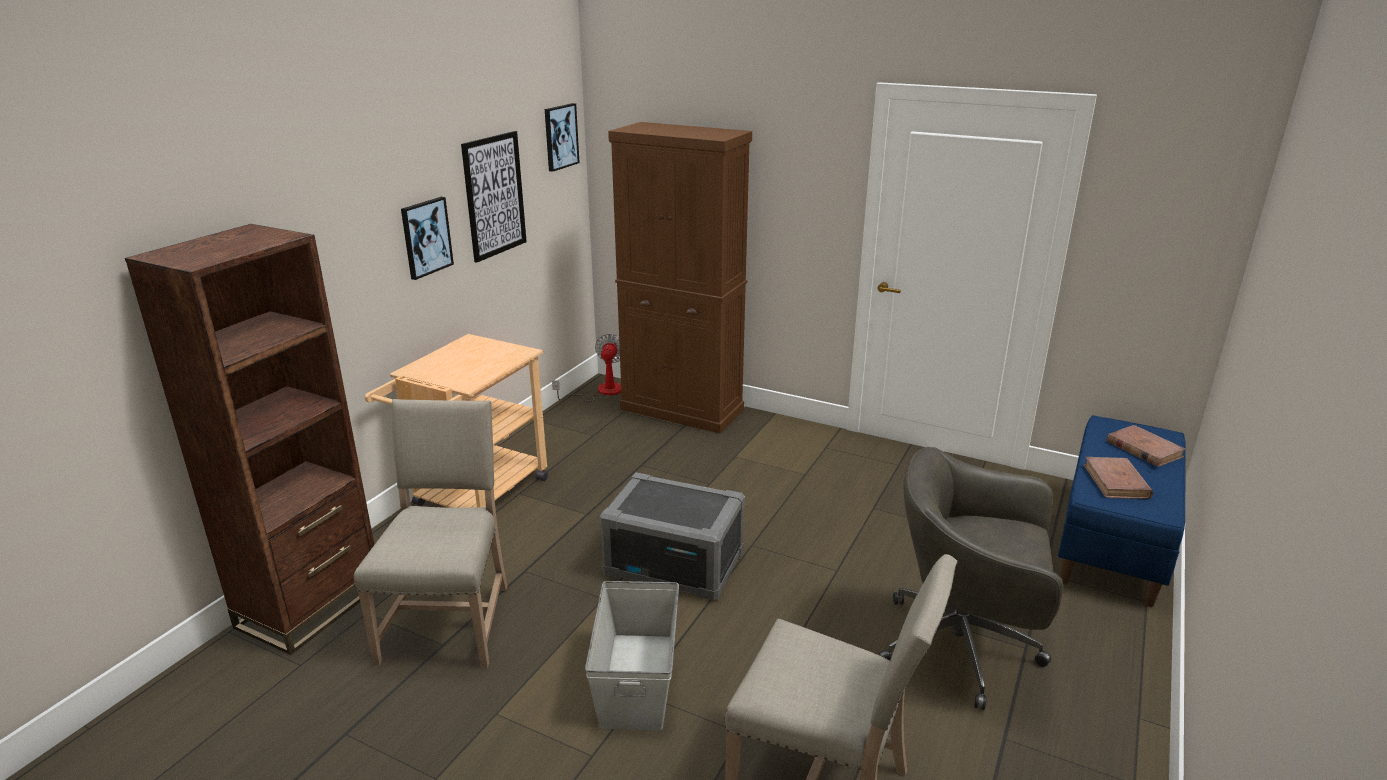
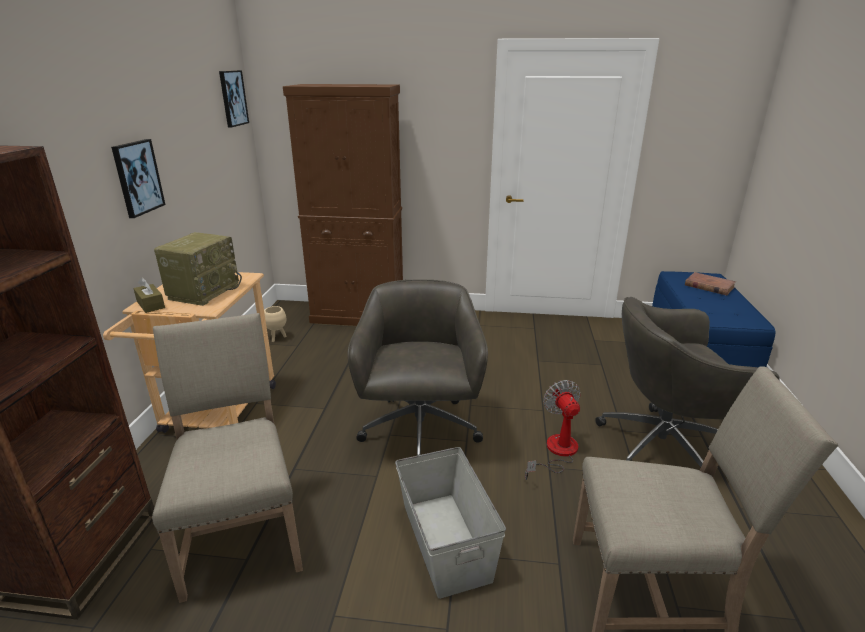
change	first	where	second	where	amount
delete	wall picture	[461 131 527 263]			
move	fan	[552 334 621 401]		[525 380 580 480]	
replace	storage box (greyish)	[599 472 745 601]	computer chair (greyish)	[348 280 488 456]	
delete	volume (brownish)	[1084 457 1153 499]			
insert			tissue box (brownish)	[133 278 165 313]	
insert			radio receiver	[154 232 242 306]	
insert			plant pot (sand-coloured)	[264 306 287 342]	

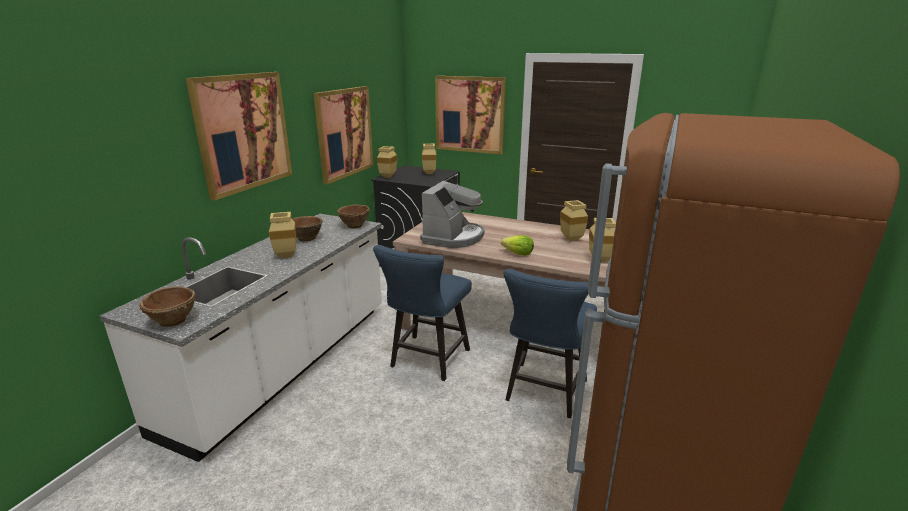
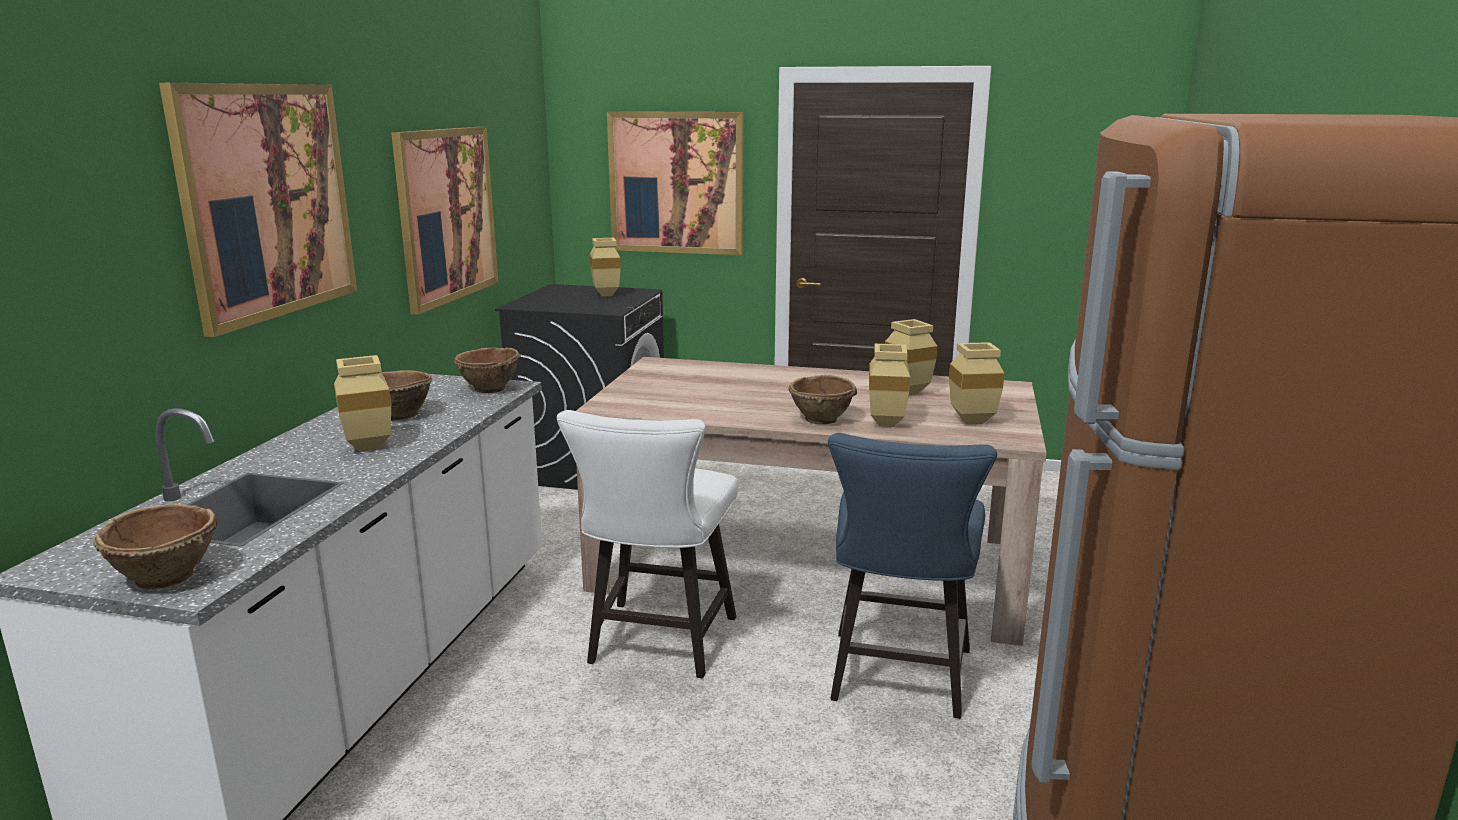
change	first	where	second	where	amount
recolor	chair (blue)	[373 245 472 381]	chair (white-coloured)	[557 410 738 678]	
move	flower vase (sand-coloured)	[377 146 397 178]		[869 344 910 427]	
delete	coffee machine	[420 181 485 248]			
replace	lettuce head	[501 235 534 256]	bowl (brownish)	[788 375 857 424]	

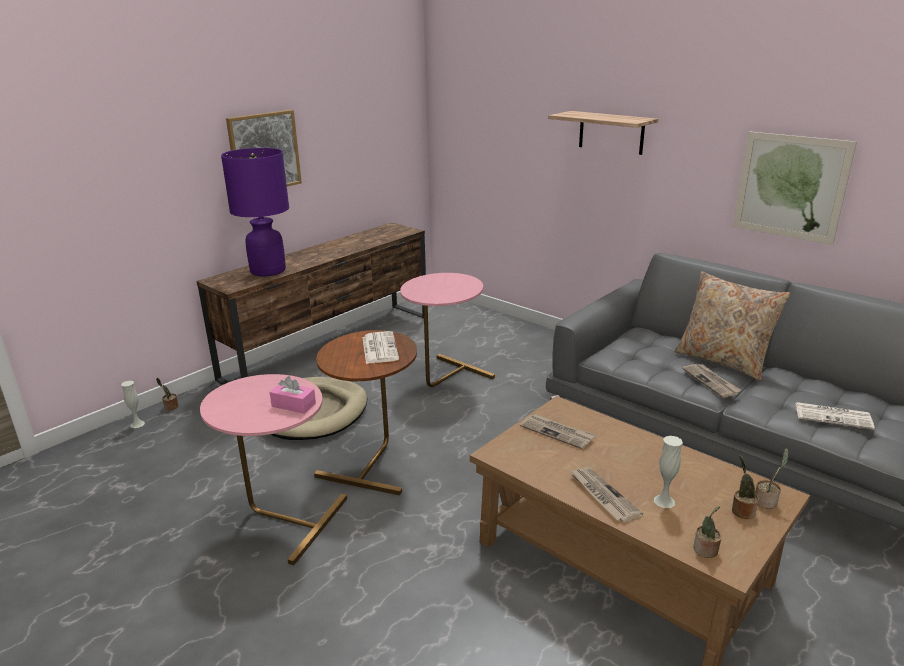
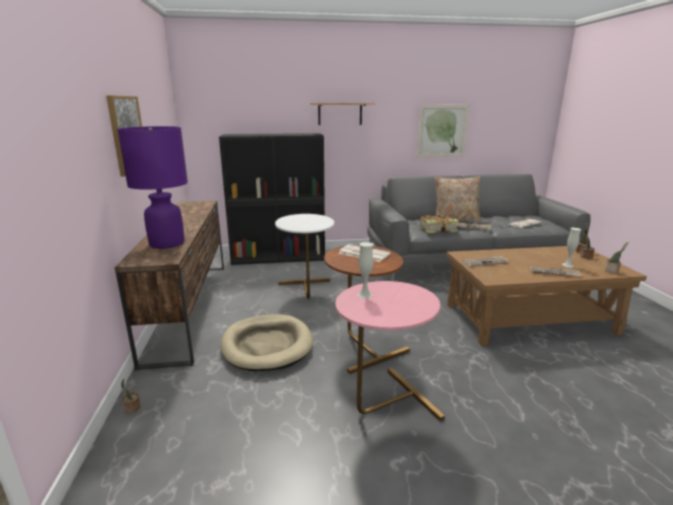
change	first	where	second	where	amount
move	flower vase (white-coloured)	[121 381 145 428]		[357 242 373 298]	
delete	tissue box (pinkish)	[270 376 316 414]			
recolor	accent table (pinkish)	[400 273 495 387]	accent table (white-coloured)	[275 214 334 298]	
insert			bookcase (blackish)	[219 133 325 265]	
insert			volume	[420 214 459 233]	

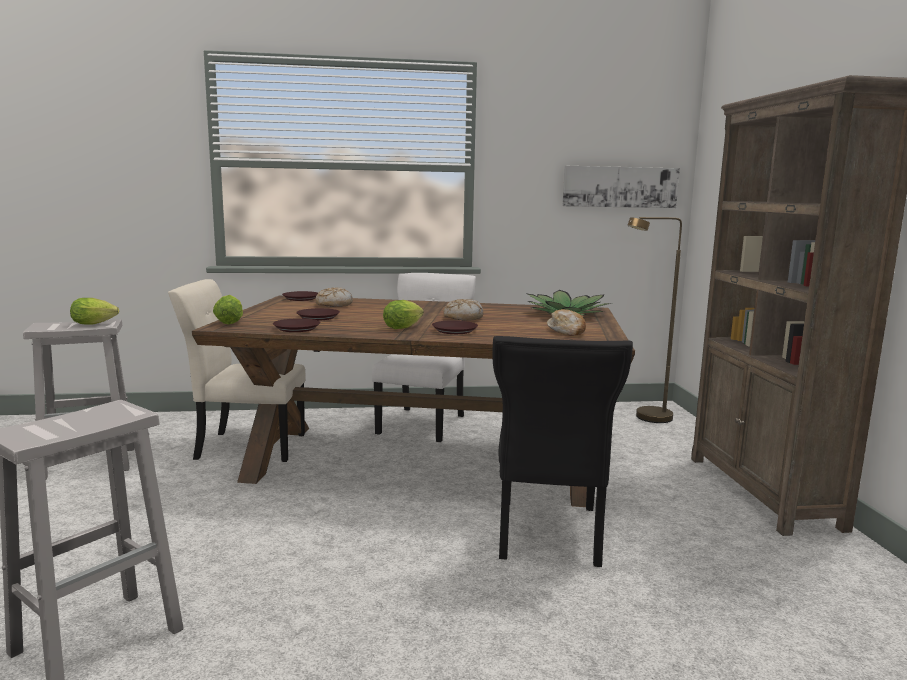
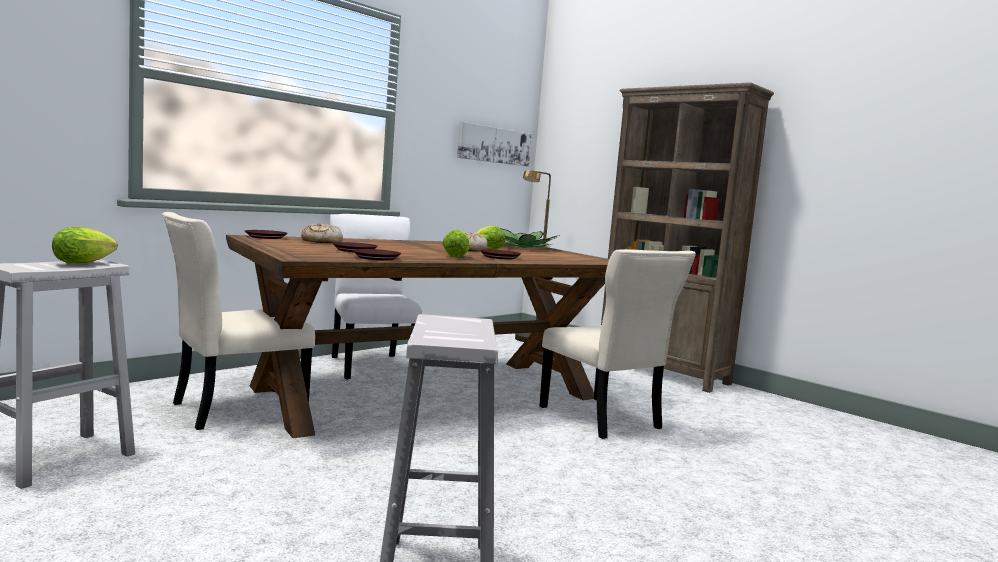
change	first	where	second	where	amount
move	lettuce head	[213 295 243 325]		[476 226 505 250]	
recolor	chair (blackish)	[492 336 633 567]	chair (sand-coloured)	[540 249 696 439]	
delete	bakery bread	[547 309 586 336]			

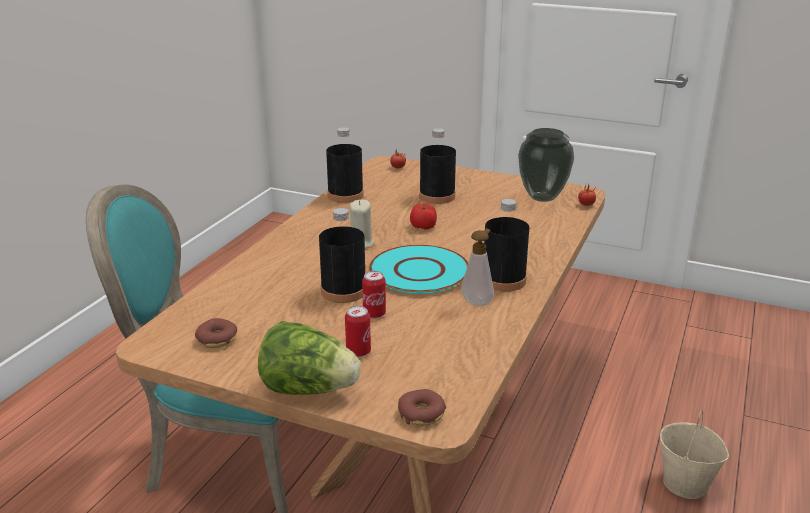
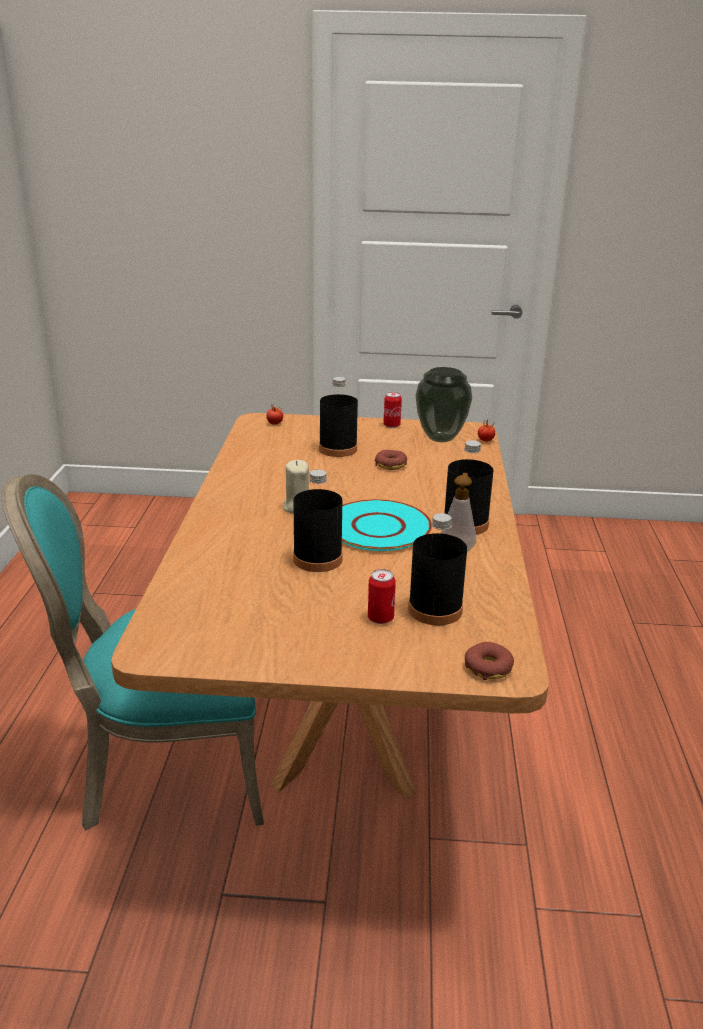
change	first	where	second	where	amount
move	ring doughnut	[195 318 237 348]		[375 450 407 470]	
delete	lettuce head	[258 321 361 395]			
move	bottle (blackish)	[326 127 364 203]		[408 513 467 625]	
move	can	[362 271 386 318]		[383 392 402 428]	
delete	tomato	[410 203 437 230]			
delete	pail (sand-coloured)	[660 411 729 499]			

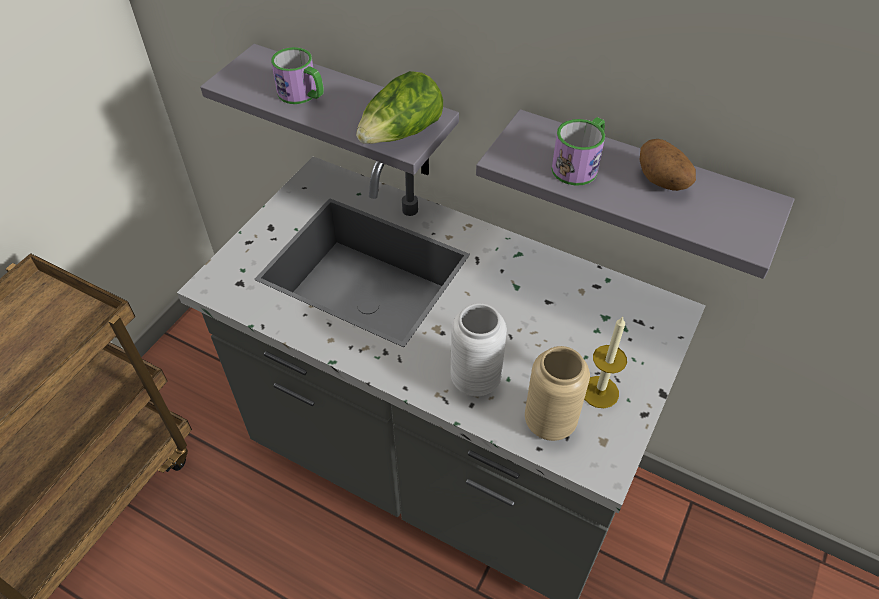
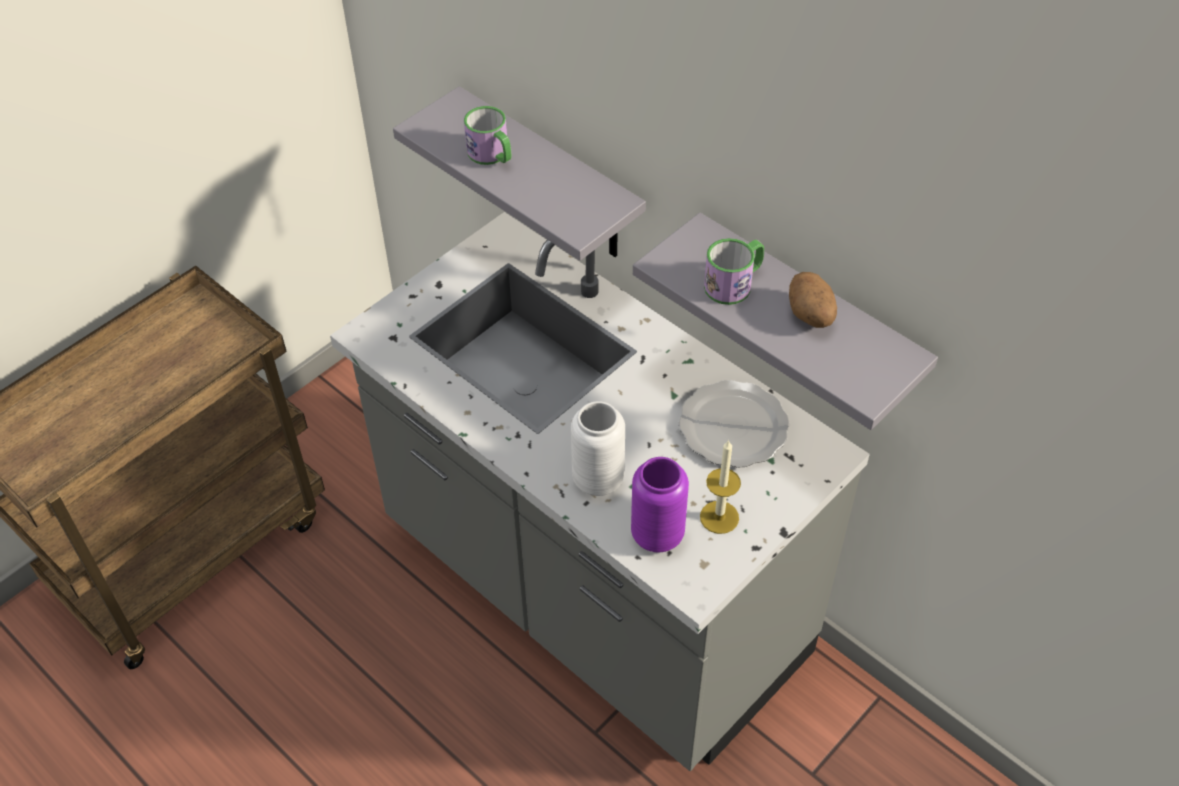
change	first	where	second	where	amount
delete	lettuce head	[356 71 443 144]			
recolor	flower vase (sand-coloured)	[525 346 590 441]	flower vase (purplish)	[631 457 689 553]	
insert			plate	[679 380 789 468]	

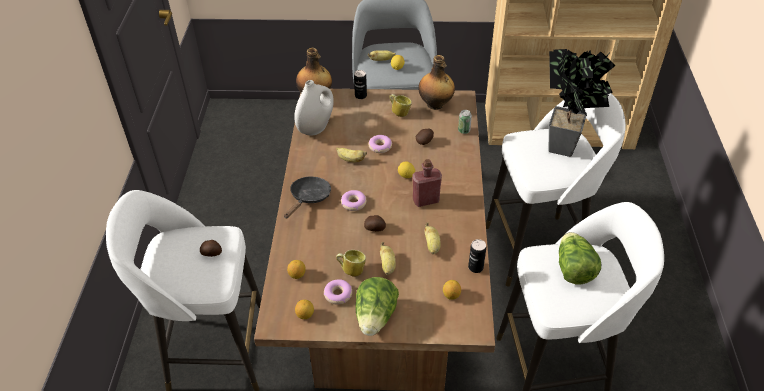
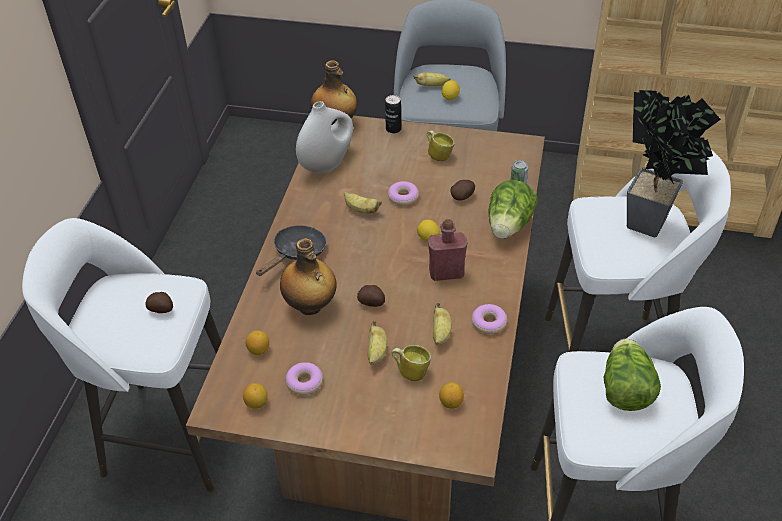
change	first	where	second	where	amount
move	tea mug	[336 250 366 277]		[392 345 431 381]	
move	ring doughnut	[341 190 366 211]		[472 304 507 334]	
move	lettuce head	[355 277 399 336]		[489 180 537 239]	
move	bottle	[418 55 455 110]		[280 238 337 315]	
delete	can	[468 239 486 273]			

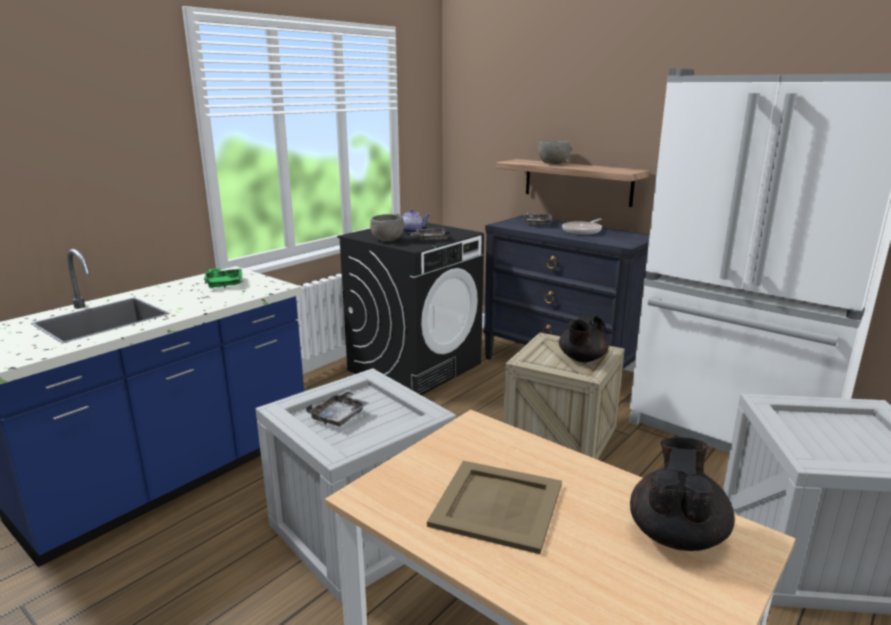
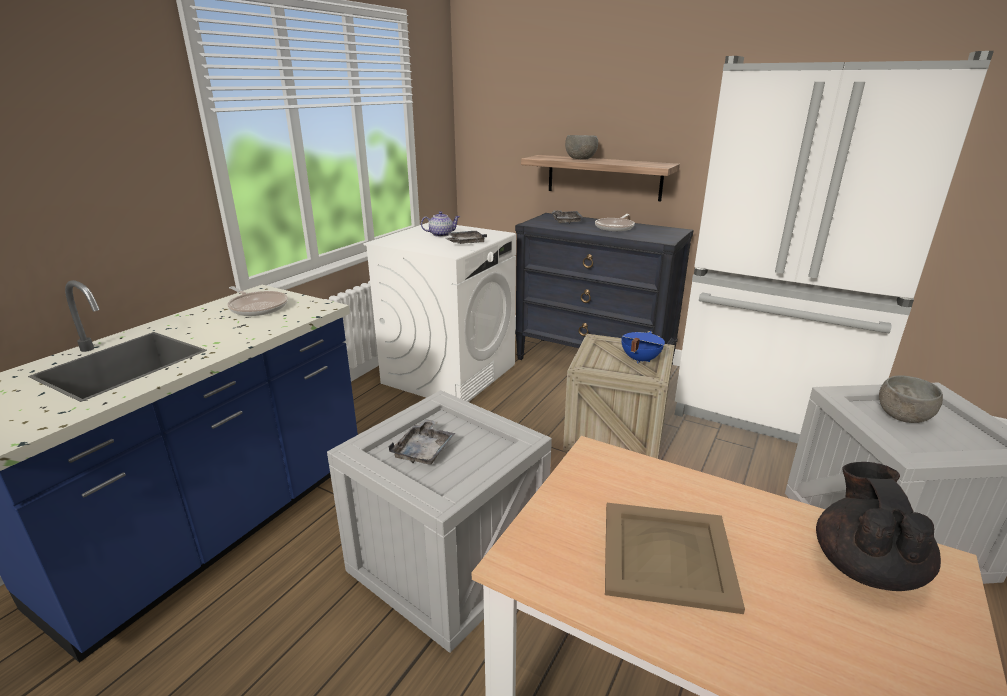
change	first	where	second	where	amount
replace	tray (greenish)	[204 268 242 288]	pan	[227 286 288 316]	
recolor	washing machine (blackish)	[337 223 484 395]	washing machine (white-coloured)	[363 222 516 402]	
move	bowl (greyish)	[370 214 404 242]		[879 375 943 423]	
replace	pot for tea (blackish)	[559 313 609 362]	stockpot (blue)	[621 331 665 364]	

